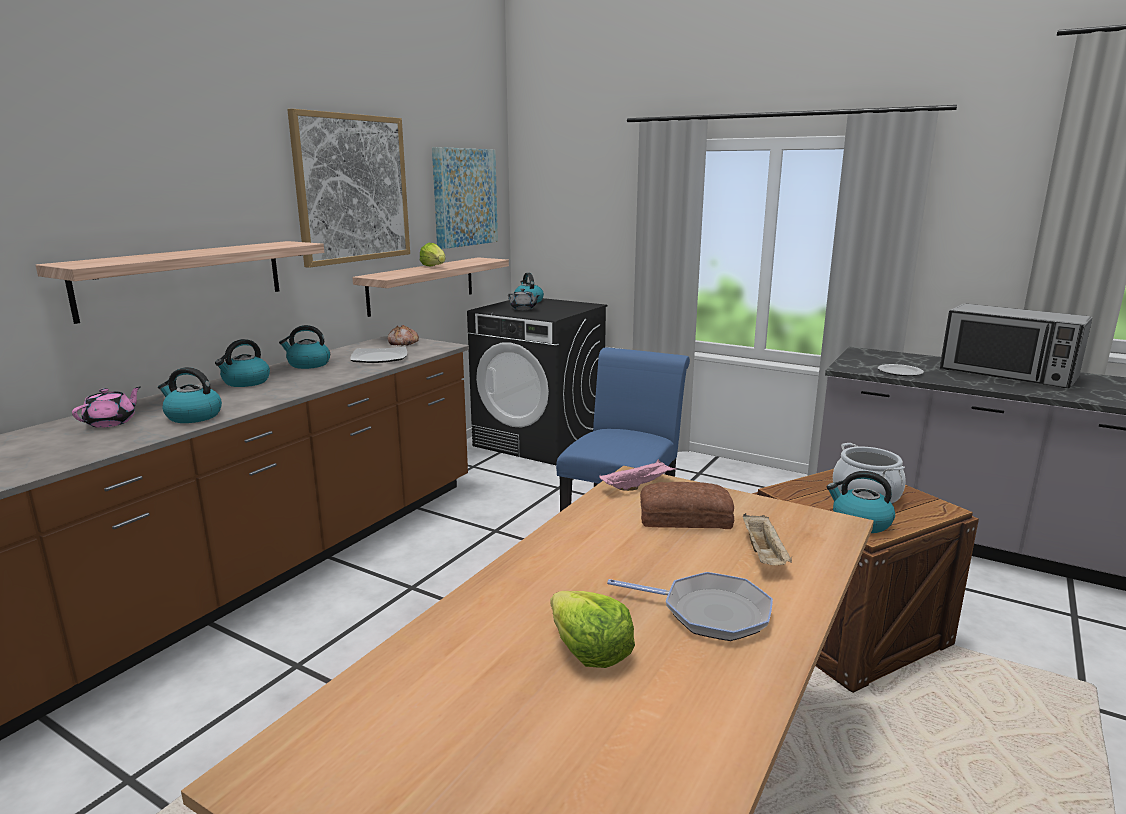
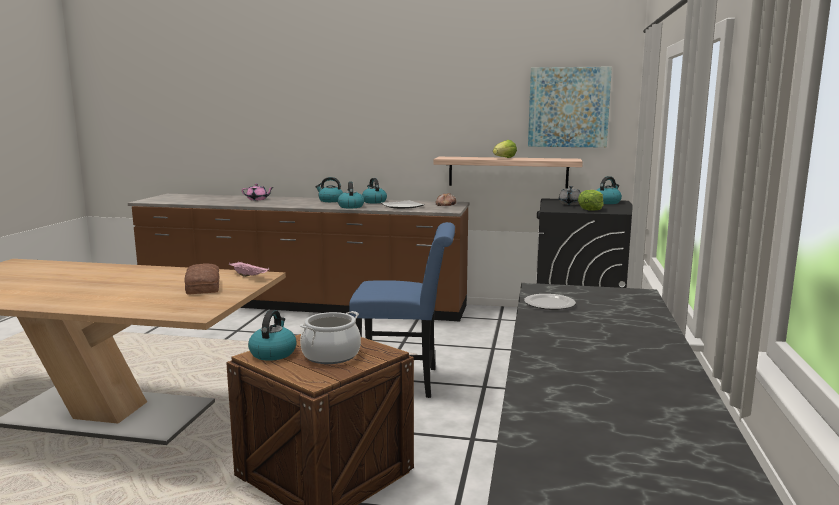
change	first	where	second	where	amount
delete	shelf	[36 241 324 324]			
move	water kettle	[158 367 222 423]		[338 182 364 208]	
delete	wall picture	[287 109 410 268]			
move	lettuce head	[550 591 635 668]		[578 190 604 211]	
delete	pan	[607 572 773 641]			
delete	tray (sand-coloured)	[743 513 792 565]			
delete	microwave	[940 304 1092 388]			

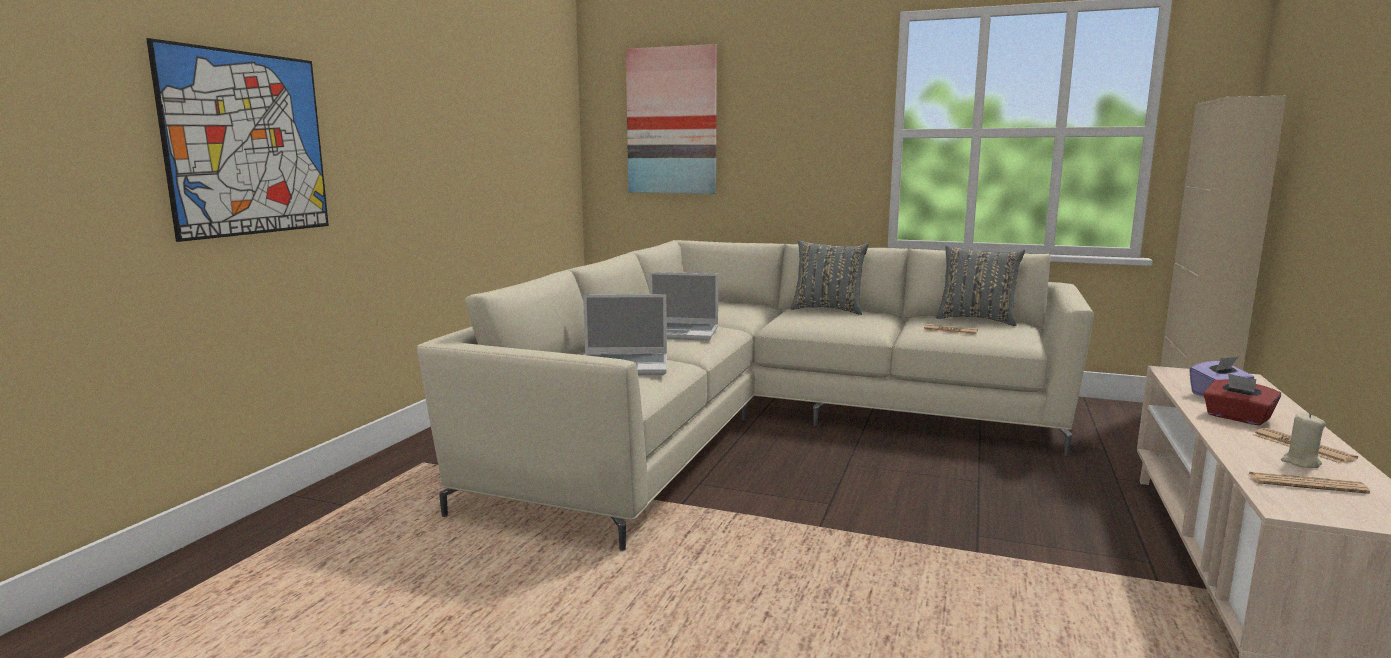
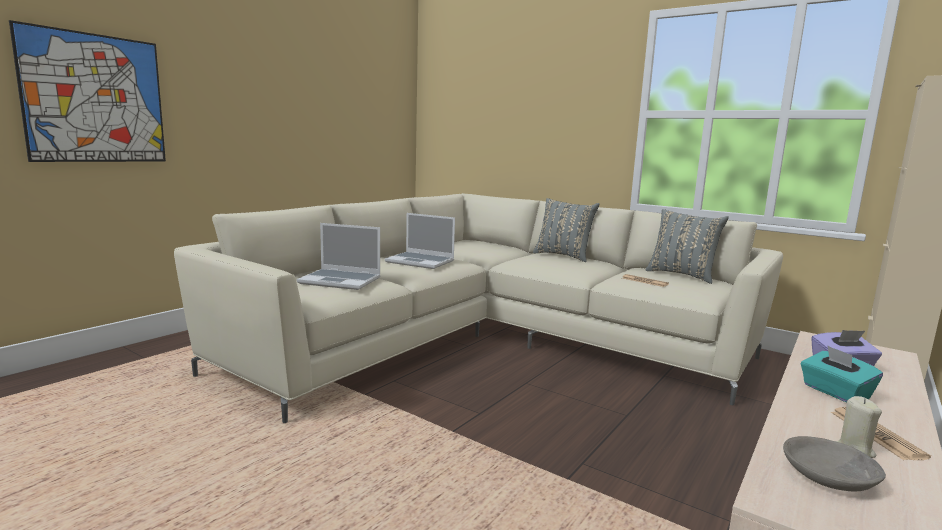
change	first	where	second	where	amount
delete	wall picture	[626 44 717 194]			
recolor	tissue box (red-coloured)	[1203 373 1281 426]	tissue box (turquoise)	[801 345 883 402]	
replace	printed paper	[1248 472 1370 494]	bowl (greyish)	[783 436 886 491]	

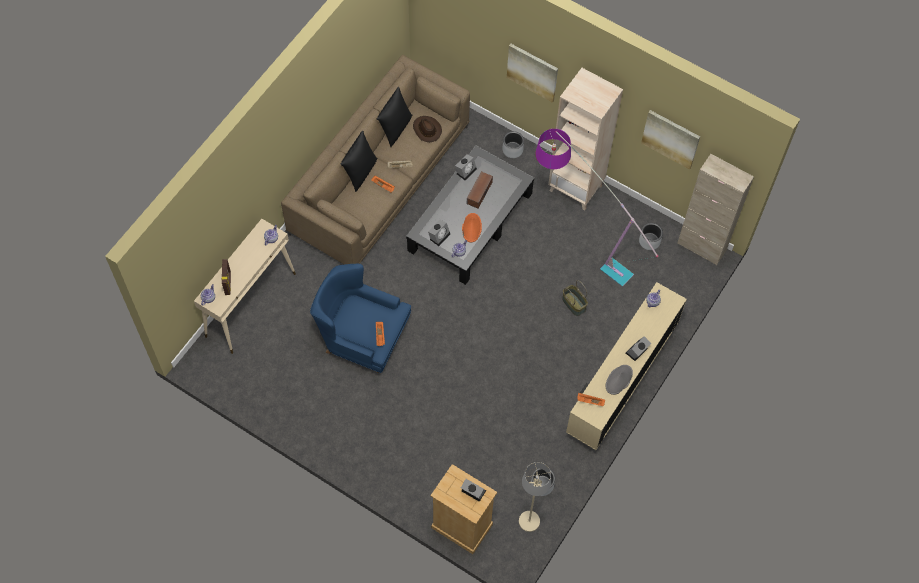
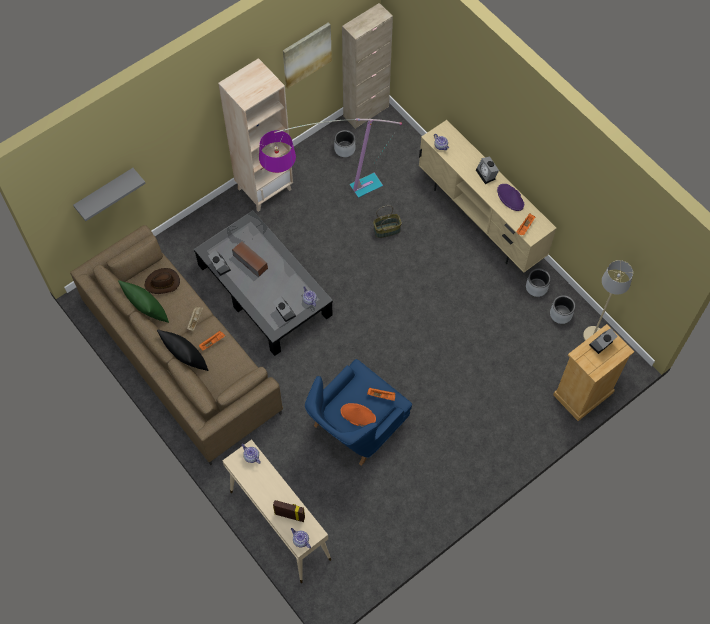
change	first	where	second	where	amount
recolor	cushion (blackish)	[377 87 412 147]	cushion (greenish)	[118 280 169 323]	
move	wearable hat (orange)	[462 213 482 242]		[341 403 376 427]	
move	plant pot (greyish)	[502 131 524 158]		[526 268 551 297]	
delete	wall picture	[507 44 558 103]			
recolor	wearable hat (greyish)	[606 365 633 395]	wearable hat (purplish)	[497 184 524 211]	
insert			shelf (greyish)	[73 168 146 221]	

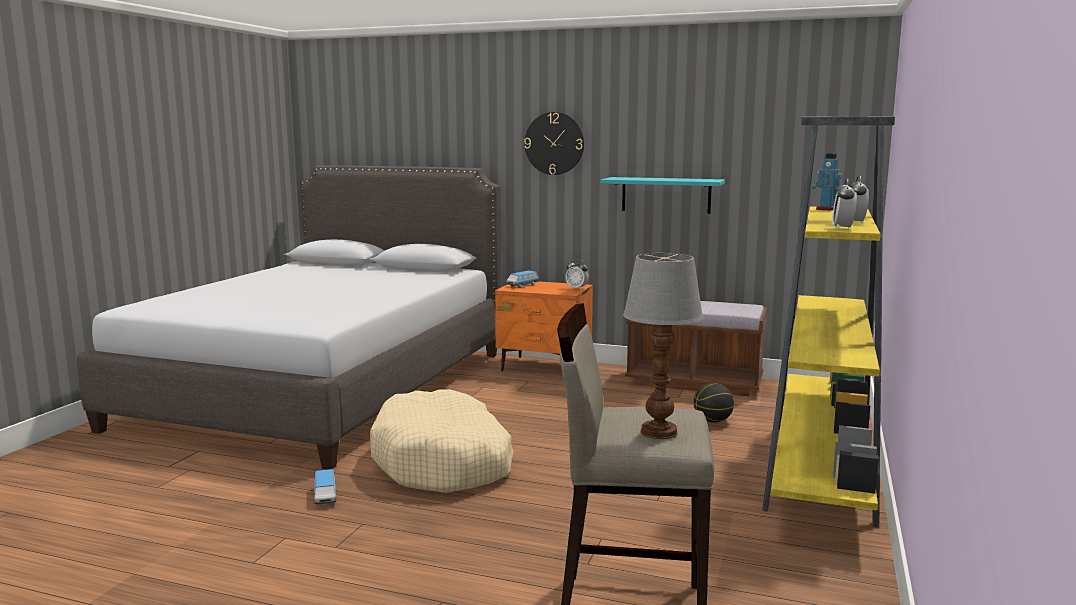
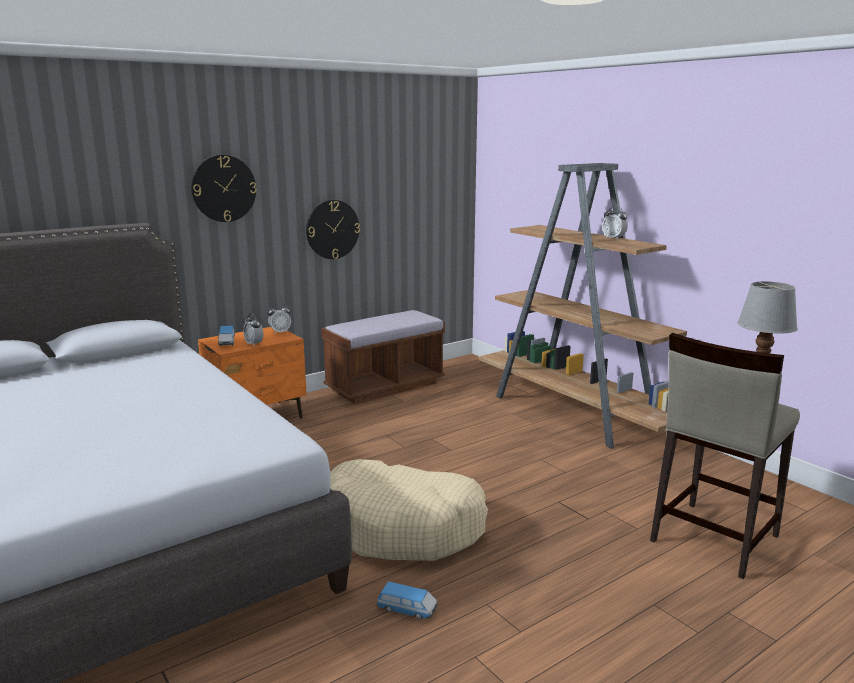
change	first	where	second	where	amount
replace	shelf (turquoise)	[600 177 725 214]	hanging clock	[306 200 360 259]	
delete	basketball	[694 383 734 423]			
recolor	bookcase (yellow-coloured)	[762 116 895 527]	bookcase (brownish)	[478 163 687 449]	
delete	model robot	[811 153 842 211]			
move	bedside clock	[832 178 857 230]		[243 313 263 346]	

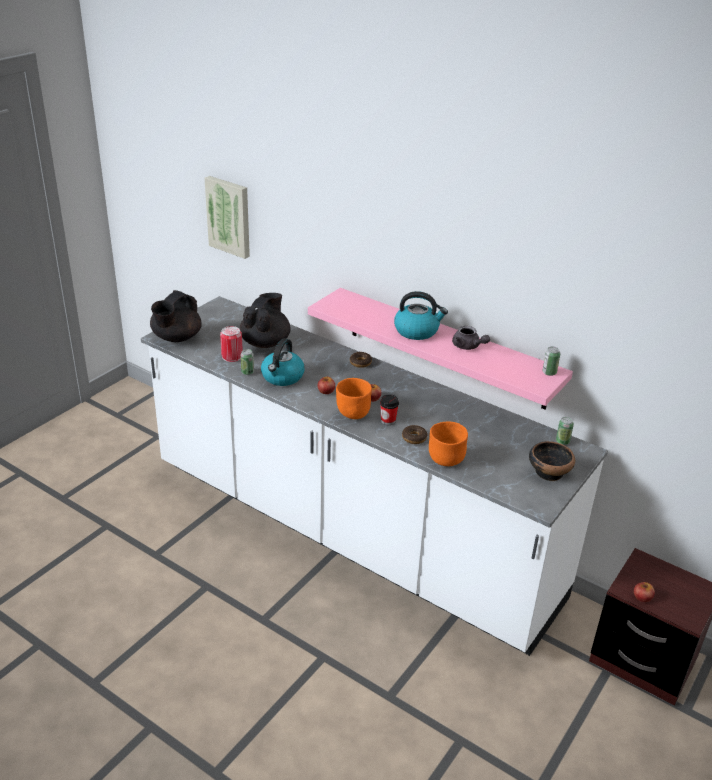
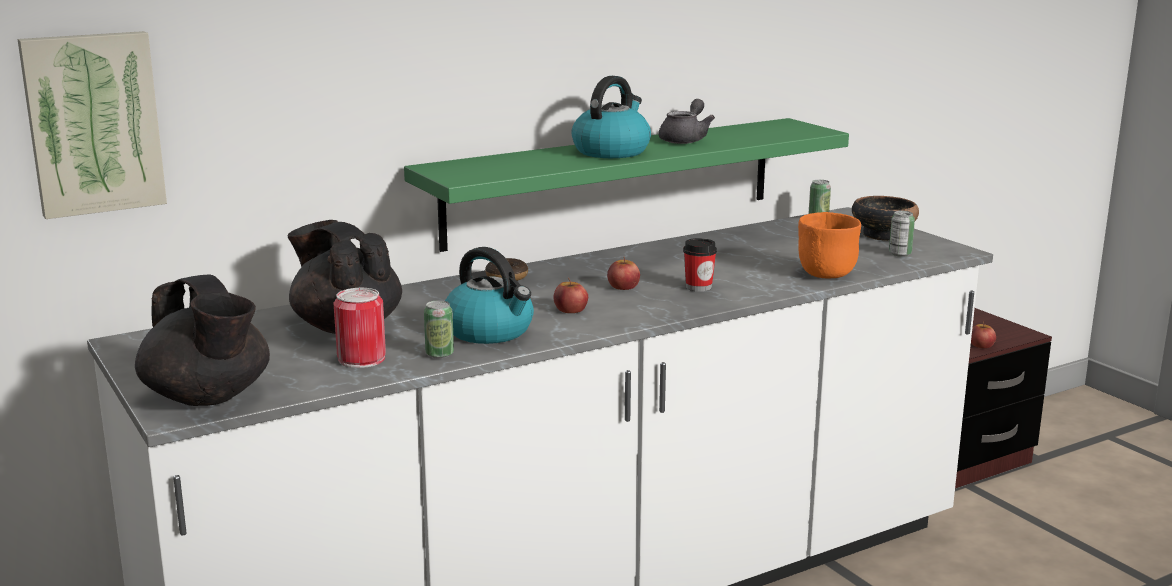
change	first	where	second	where	amount
recolor	shelf (pinkish)	[308 288 573 410]	shelf (greenish)	[404 118 849 252]	
delete	bowl (orange)	[336 378 372 419]			
delete	ring doughnut	[402 425 428 444]			
rotate	pot for tea (greyish)	[452 326 490 350]		[659 99 715 144]	45 degrees counterclockwise
move	can	[542 347 561 376]		[889 211 915 257]	

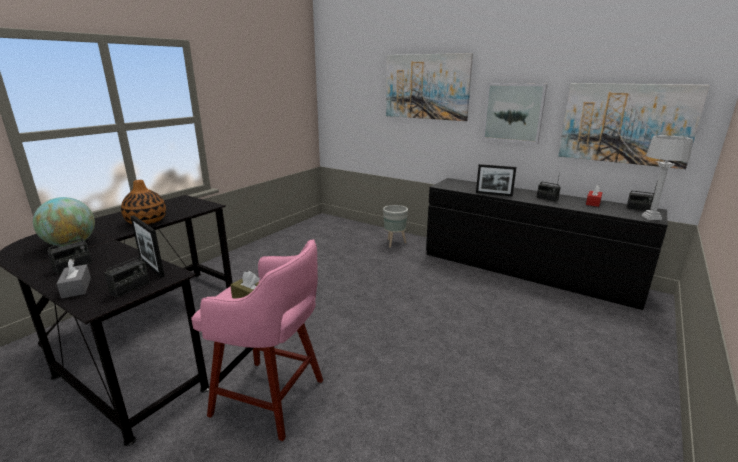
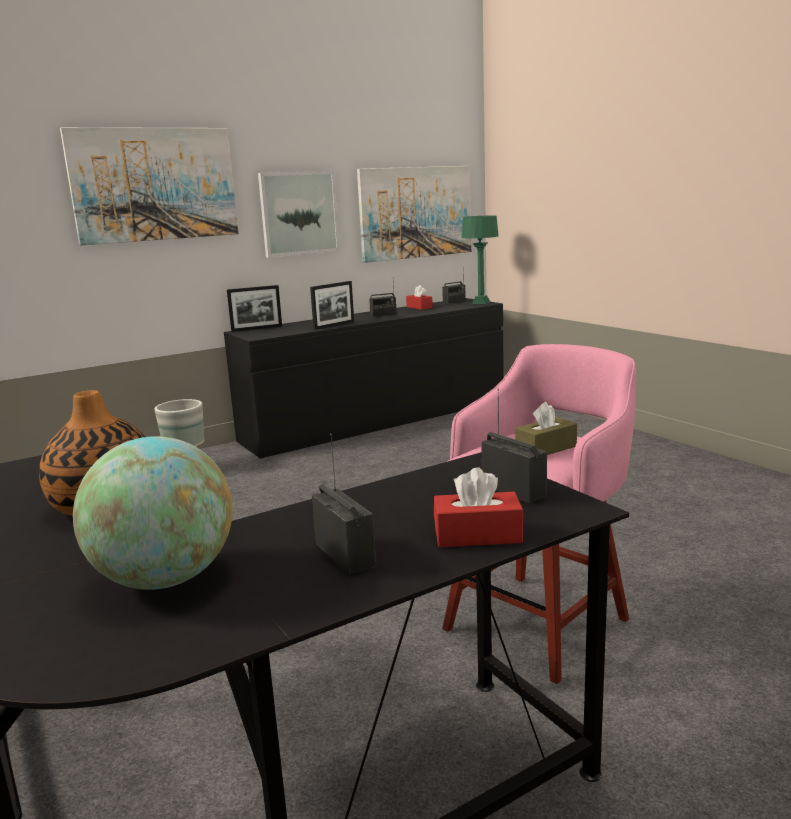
change	first	where	second	where	amount
recolor	tissue box (greyish)	[57 259 91 298]	tissue box (red-coloured)	[434 468 523 547]	
move	standing frame	[130 215 165 278]		[227 285 282 332]	
recolor	lamp for a table (greyish)	[641 135 693 220]	lamp for a table (greenish)	[462 215 499 304]	

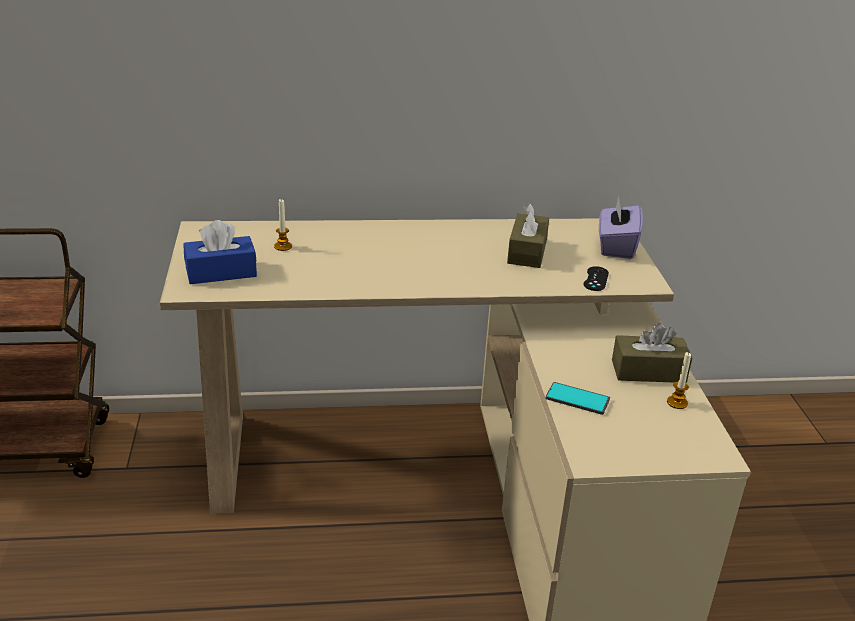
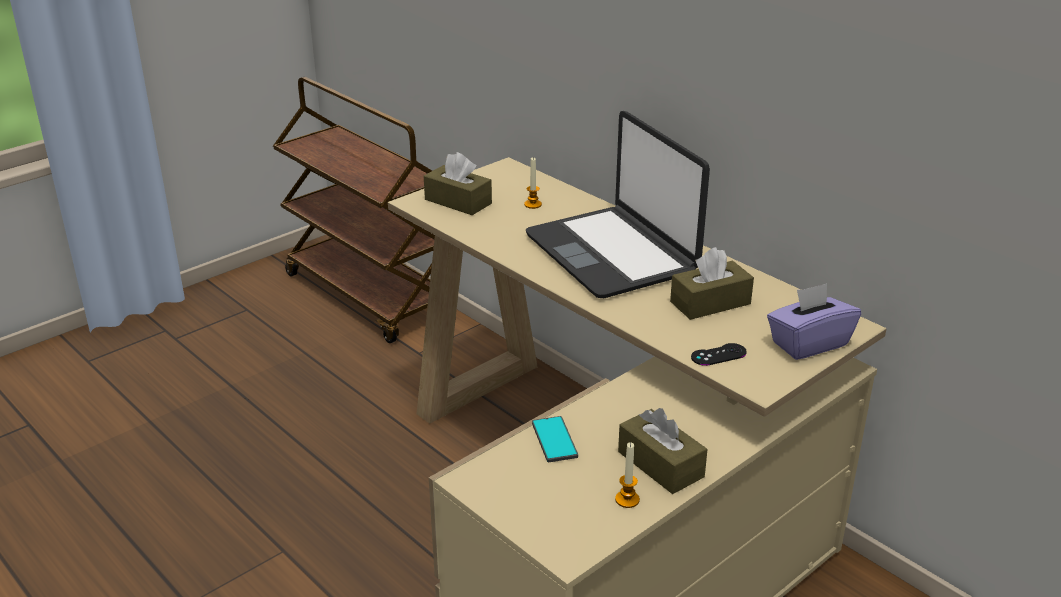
change	first	where	second	where	amount
recolor	tissue box (blue)	[183 220 257 284]	tissue box (brownish)	[424 152 492 215]	
insert			portable computer	[526 111 710 298]	

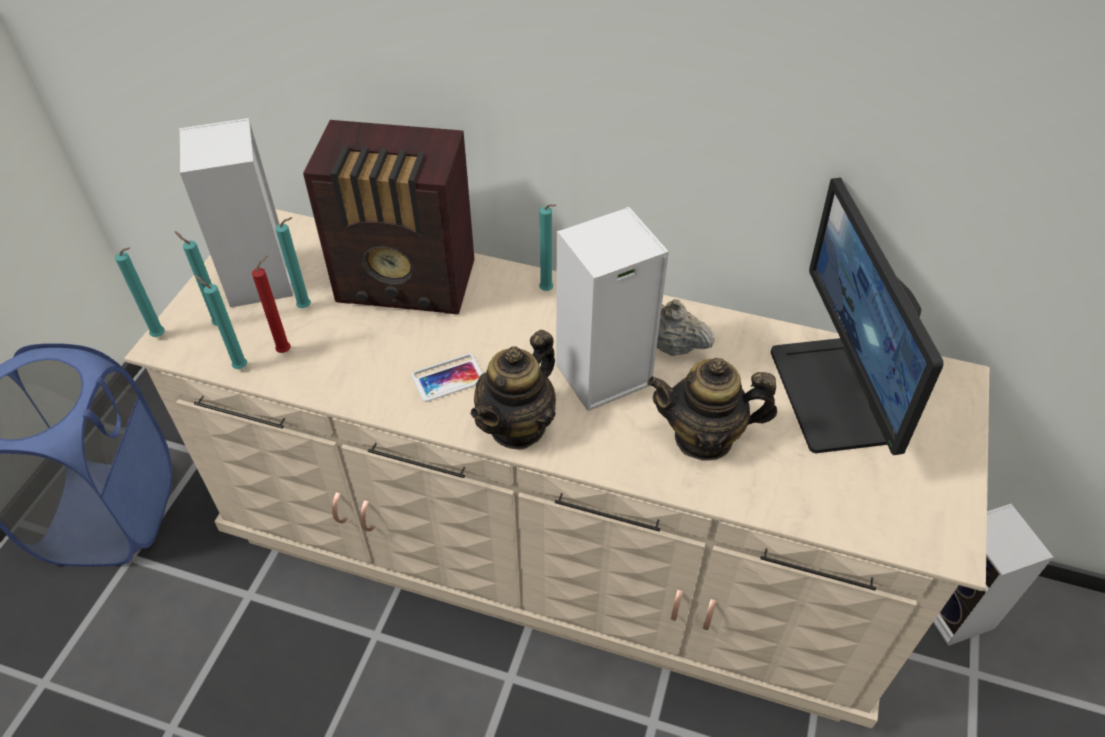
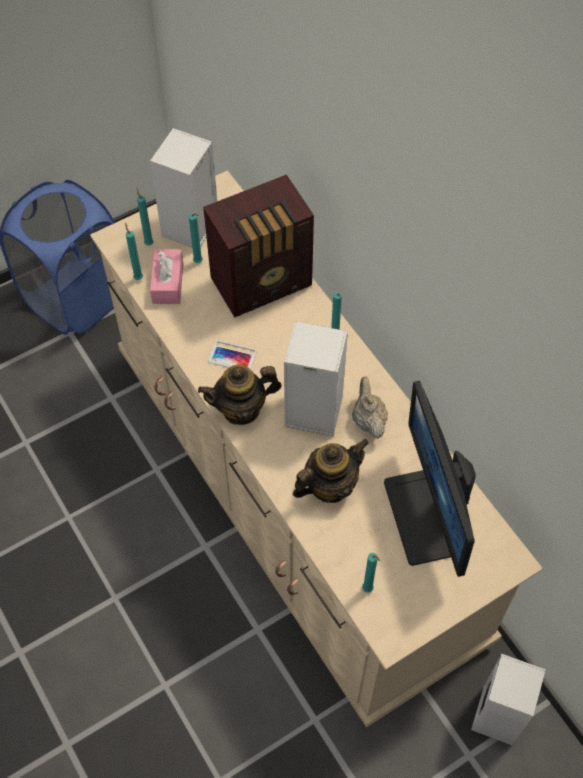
change	first	where	second	where	amount
move	candle (turquoise)	[115 247 165 337]		[362 553 380 593]	
replace	candle (red-coloured)	[252 256 291 353]	tissue box (pinkish)	[150 249 183 304]	
rotate	radio receiver	[303 120 474 314]		[203 175 314 318]	75 degrees counterclockwise
rotate	pot for tea	[647 358 777 461]		[293 439 369 503]	105 degrees clockwise
rotate	computer display	[771 178 944 455]		[384 381 476 577]	45 degrees counterclockwise

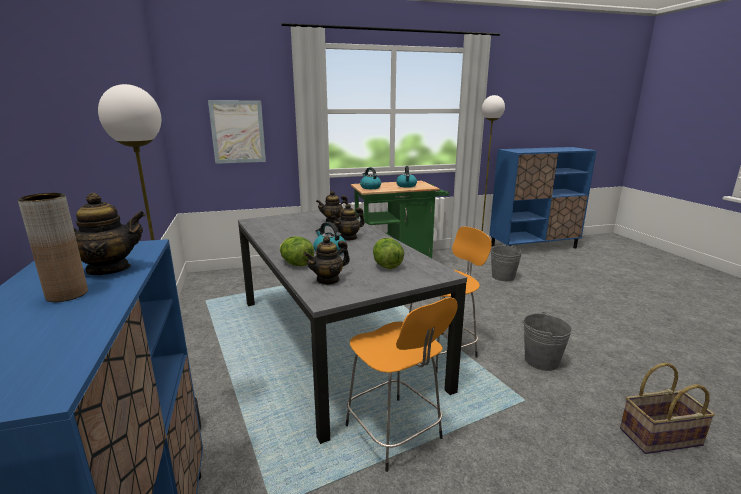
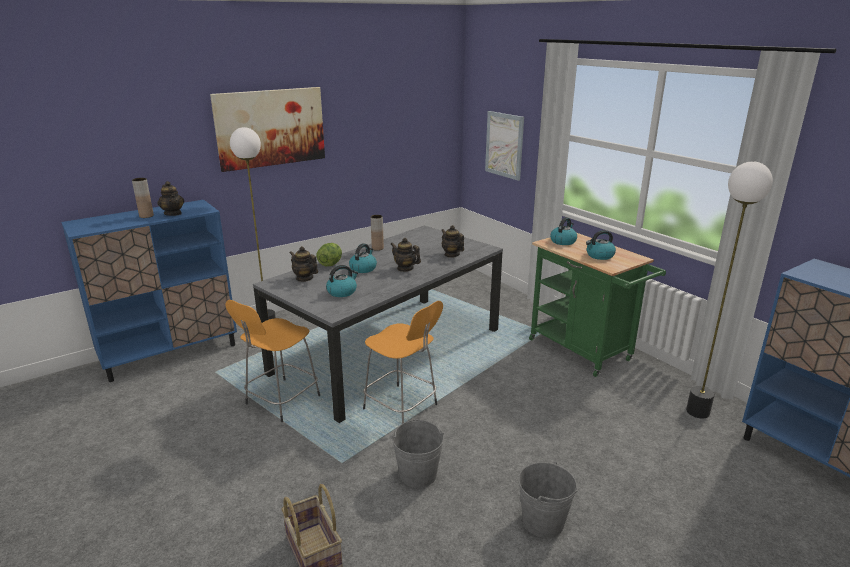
change	first	where	second	where	amount
replace	lettuce head	[373 238 404 269]	water kettle	[326 265 358 297]	
move	pail (greyish)	[491 245 522 281]		[518 462 578 538]	
insert			wall picture	[210 87 325 172]	
insert			flower vase (brownish)	[371 215 384 251]	

